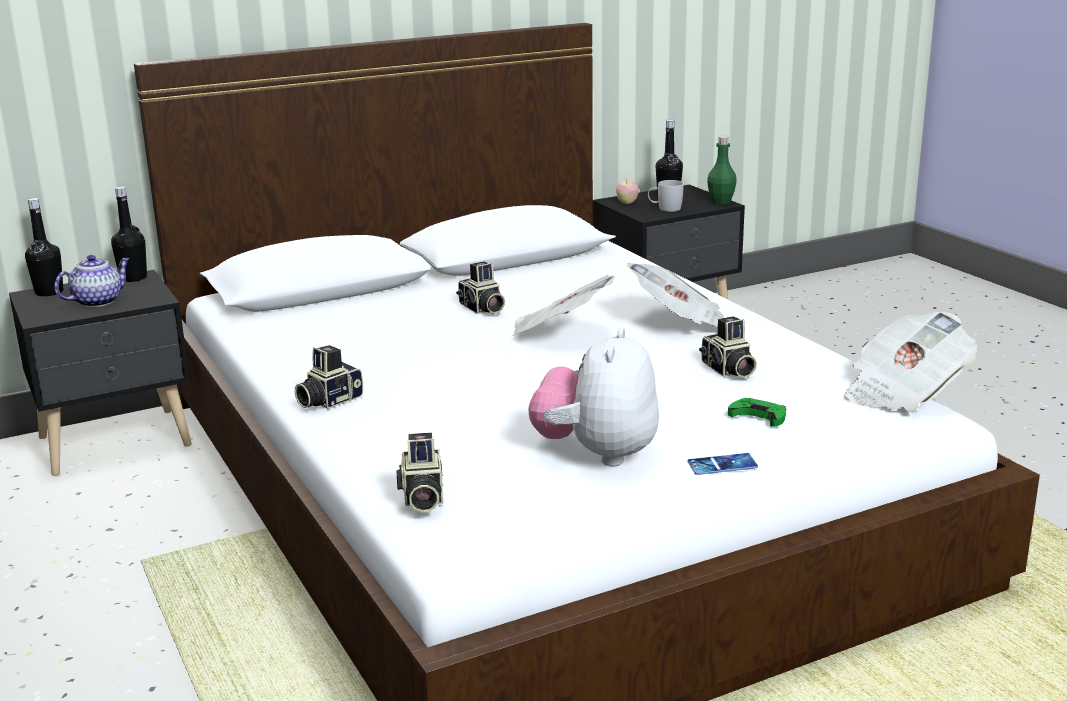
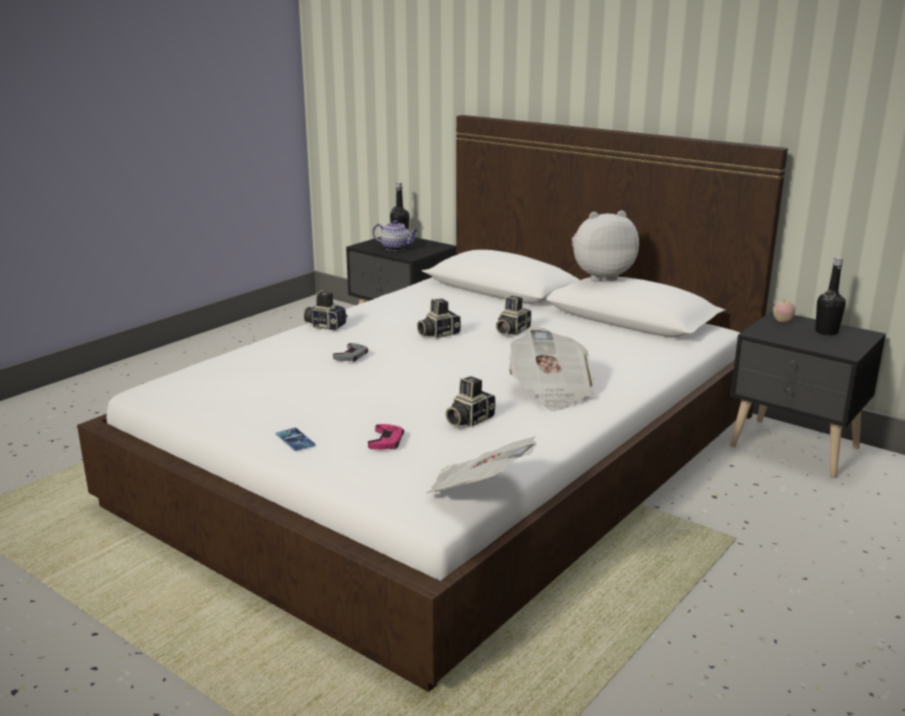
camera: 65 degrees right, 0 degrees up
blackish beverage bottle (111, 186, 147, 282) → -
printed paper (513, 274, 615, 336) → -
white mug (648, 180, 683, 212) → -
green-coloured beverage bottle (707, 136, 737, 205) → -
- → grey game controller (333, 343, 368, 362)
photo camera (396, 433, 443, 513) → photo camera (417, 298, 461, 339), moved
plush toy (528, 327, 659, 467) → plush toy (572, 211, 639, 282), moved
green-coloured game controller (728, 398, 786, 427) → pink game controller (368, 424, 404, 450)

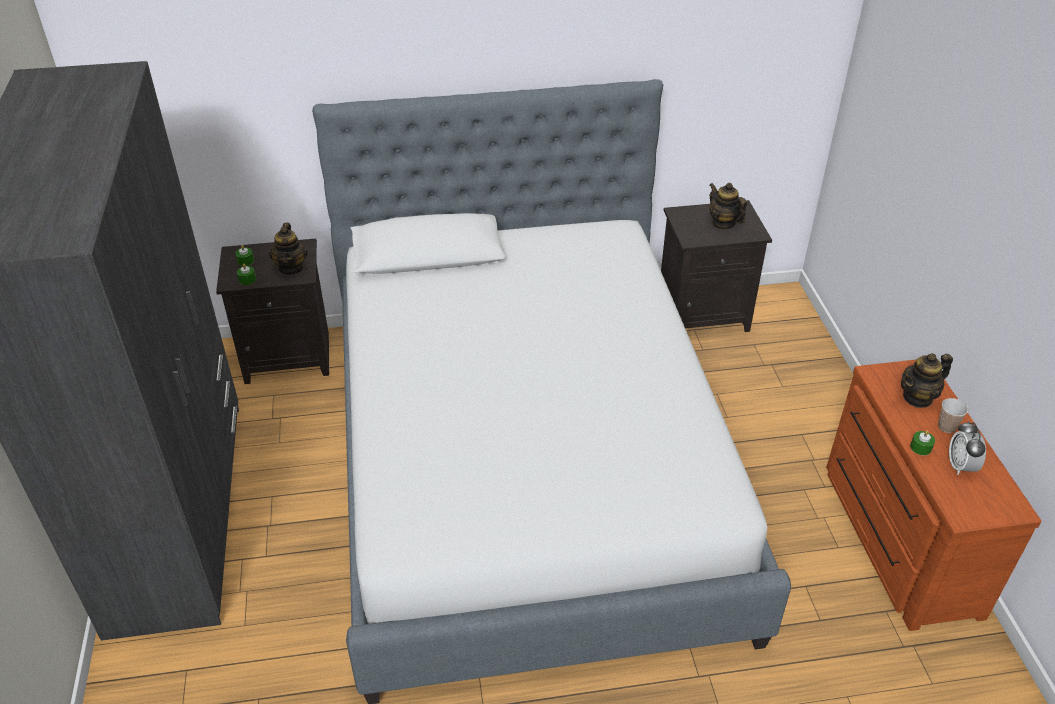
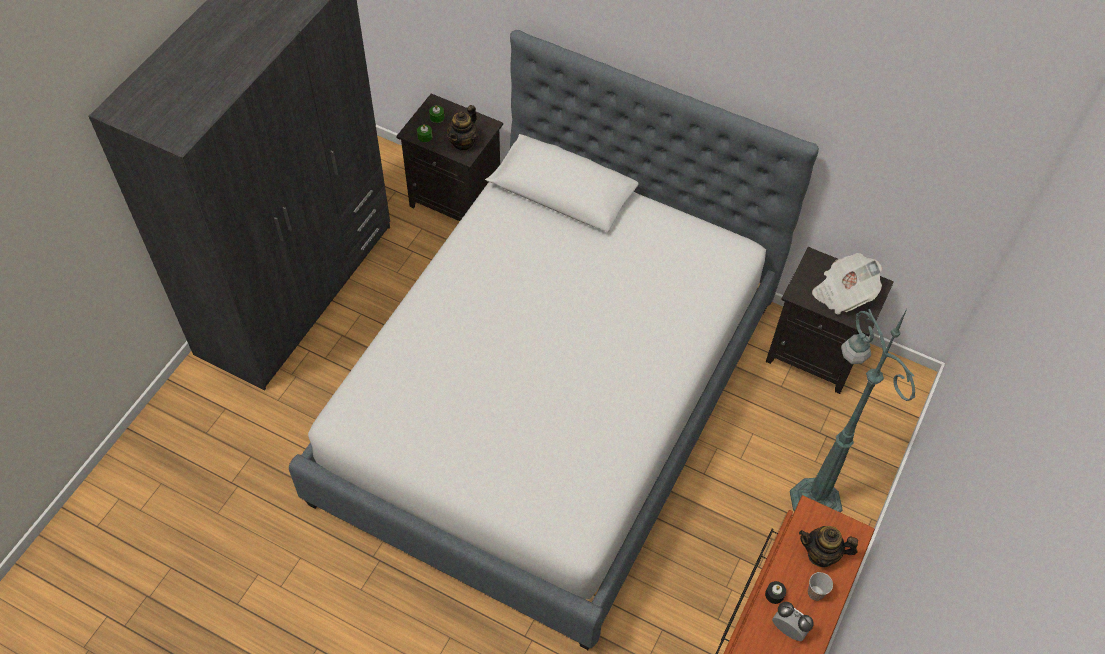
camera: 35 degrees right, 15 degrees up
- → green-coloured floor lamp (790, 307, 915, 512)
teapot (709, 183, 747, 230) → printed paper (812, 253, 882, 315)
green-coloured wax light (910, 430, 935, 455) → blackish wax light (765, 581, 786, 604)
bedside clock (949, 421, 986, 475) → bedside clock (772, 602, 814, 641), 90 degrees clockwise

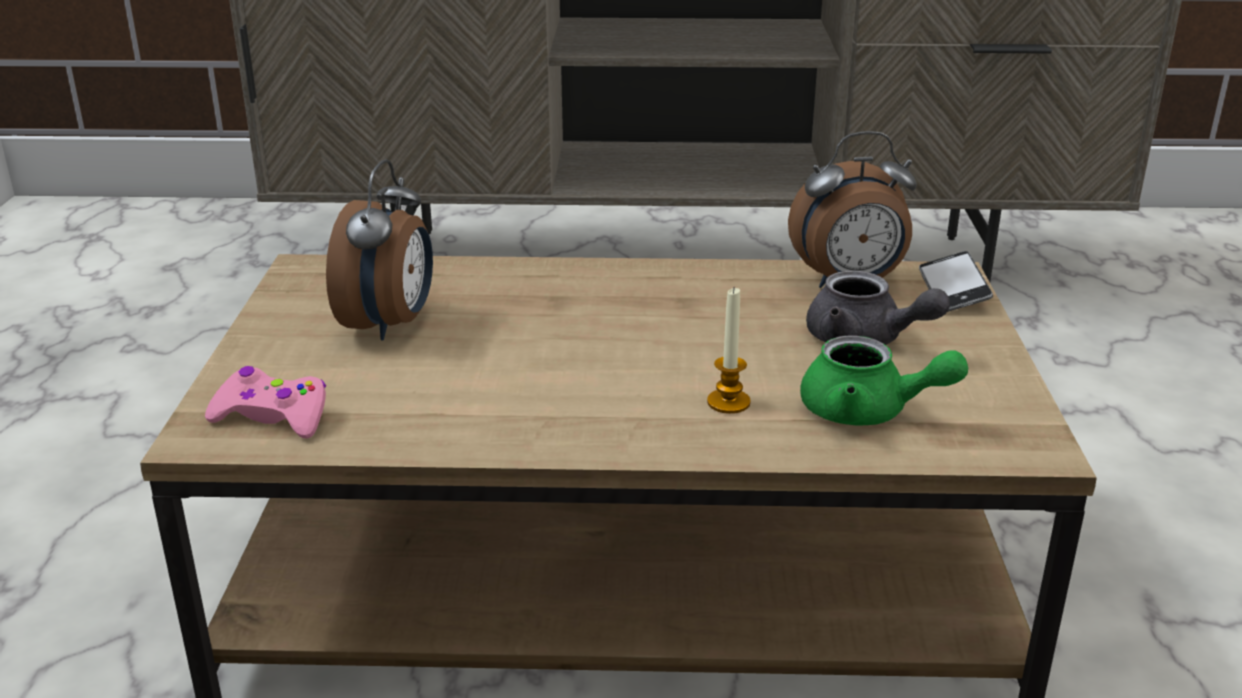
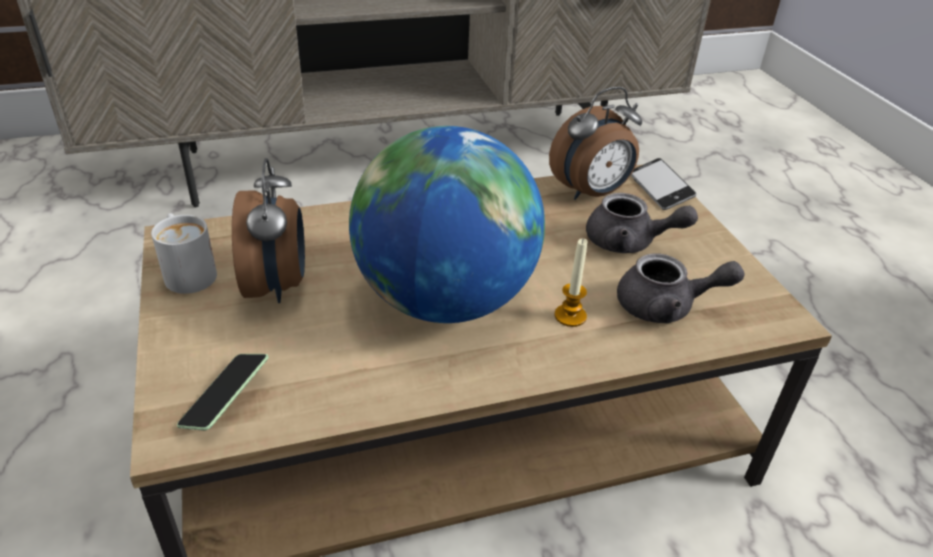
camera: 20 degrees left, 10 degrees up
- → white mug (151, 213, 217, 294)
- → world globe (349, 126, 545, 323)
pink game controller (205, 366, 326, 439) → phone (177, 354, 269, 431)
green-coloured teapot (800, 335, 968, 426) → grey teapot (617, 254, 745, 323)

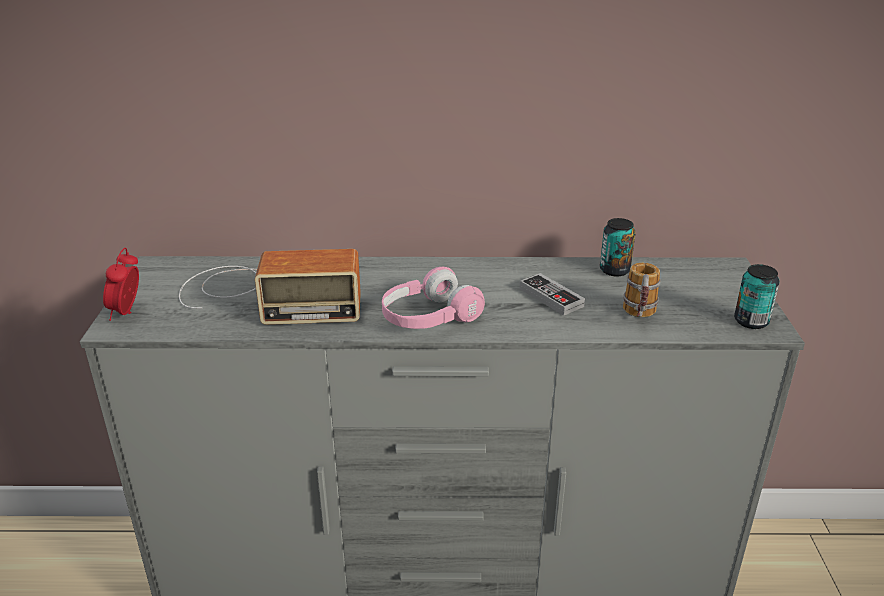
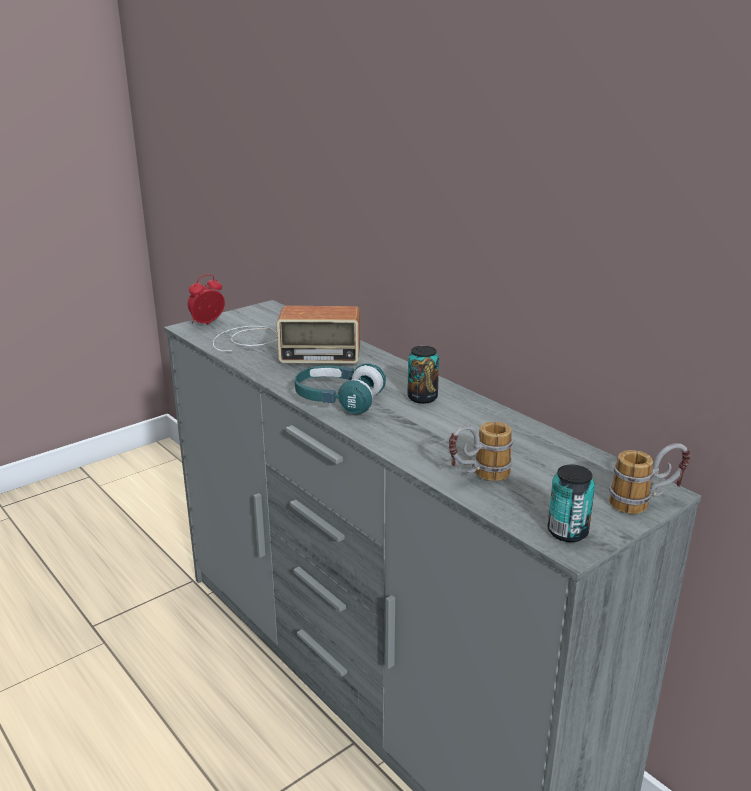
camera: 50 degrees right, 5 degrees down
game controller (519, 273, 585, 316) → -
- → mug (609, 443, 691, 514)
sealed can (600, 218, 636, 276) → sealed can (408, 346, 439, 404), moved
pink headphones (382, 266, 485, 329) → turquoise headphones (295, 363, 386, 414)
radio receiver (179, 249, 361, 325) → radio receiver (213, 306, 360, 364), 45 degrees counterclockwise

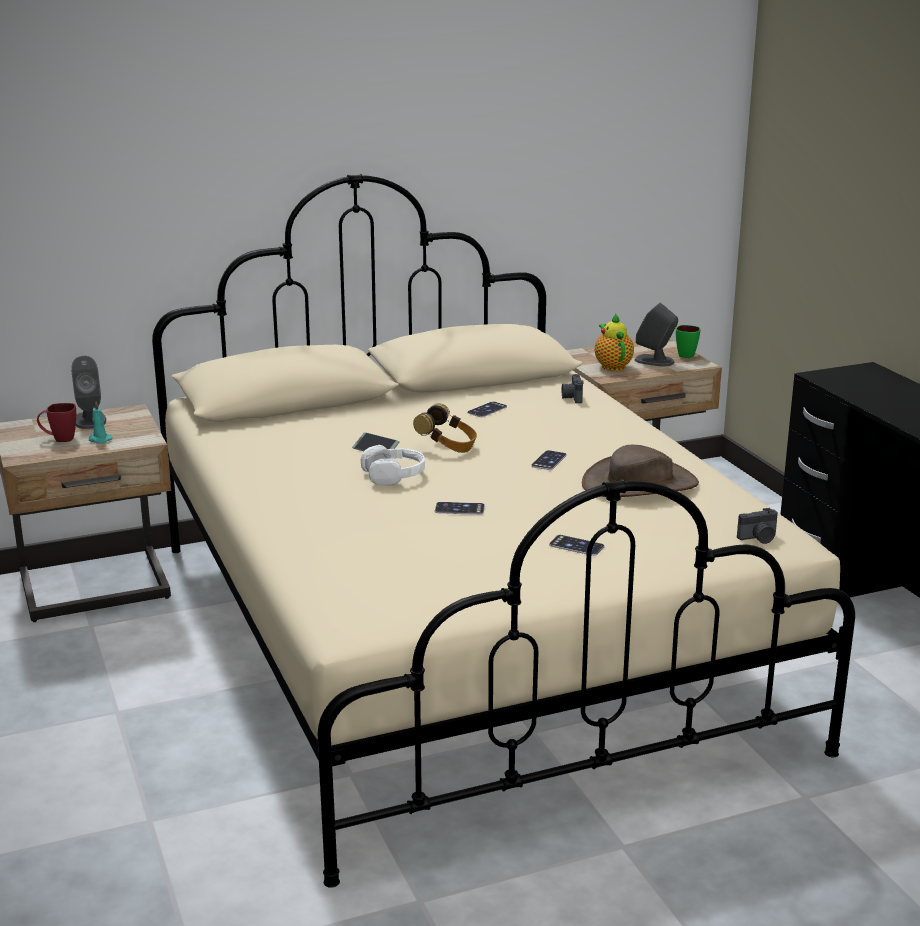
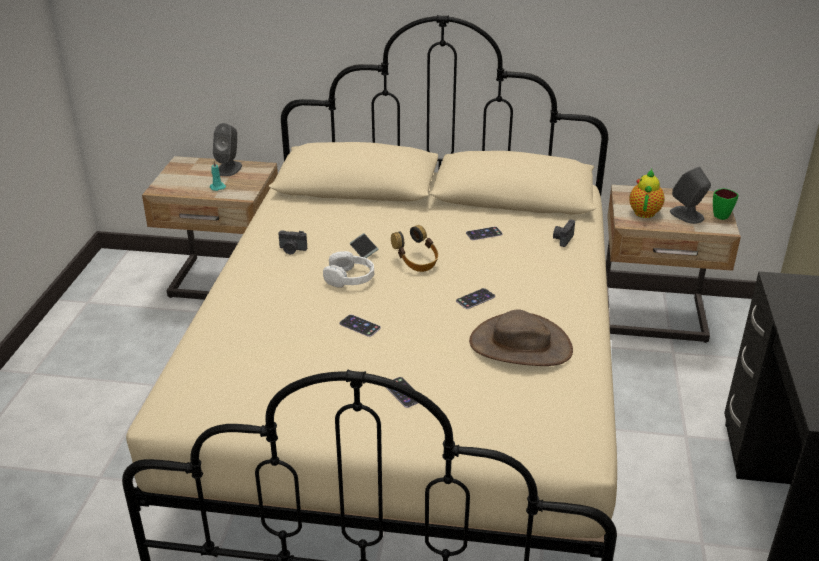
camera: 30 degrees right, 10 degrees up
red-coloured mug (37, 403, 76, 442) → -
photo camera (737, 508, 778, 544) → photo camera (278, 230, 307, 254), moved

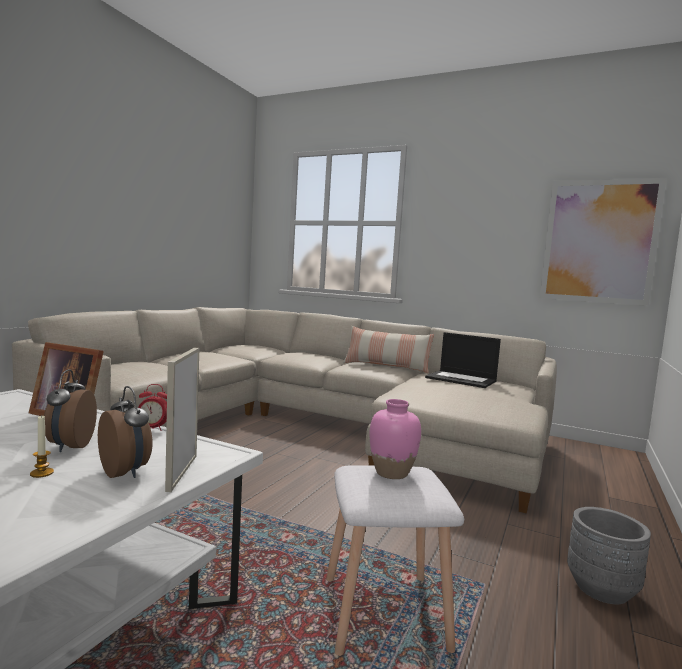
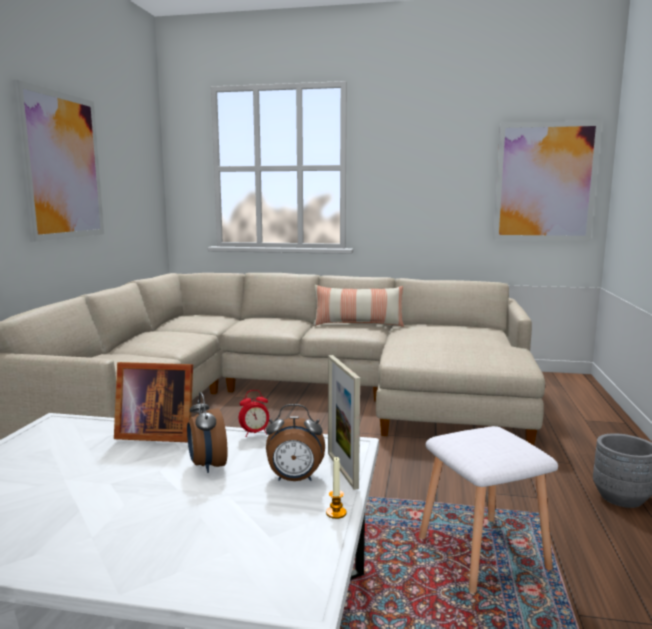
camera: 15 degrees left, 5 degrees up
pink decorative vase (369, 399, 421, 479) → -
portable computer (425, 332, 501, 388) → -
- → wall art (13, 80, 104, 242)
wax light (30, 415, 54, 478) → wax light (326, 456, 347, 519), moved
bedside clock (98, 386, 153, 478) → bedside clock (266, 404, 325, 481), 150 degrees clockwise

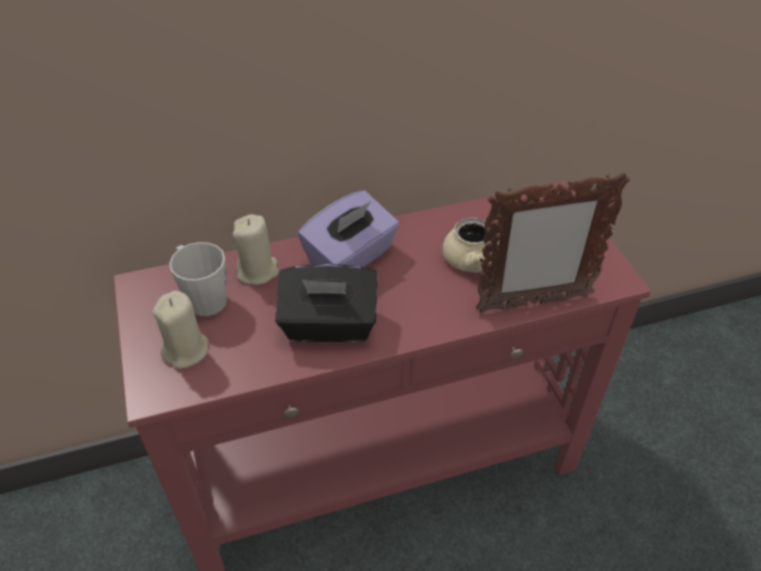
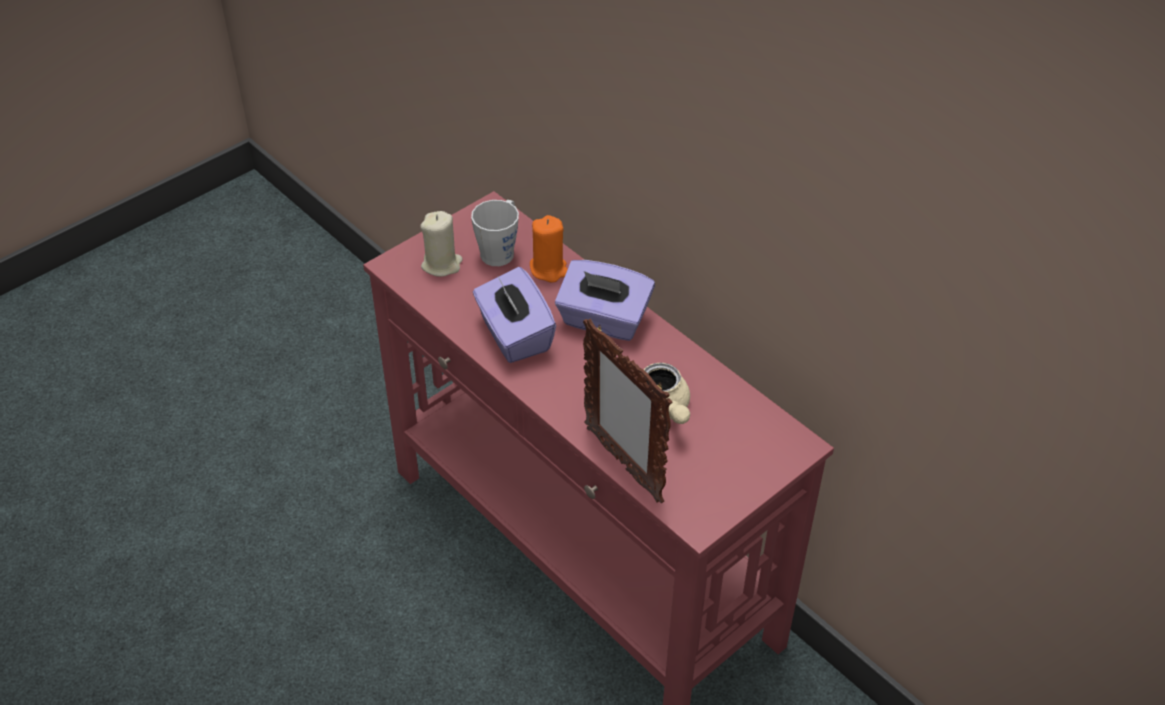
camera: 65 degrees right, 0 degrees up
beige-coloured wax light (233, 214, 279, 285) → orange-coloured wax light (530, 215, 568, 283)
blackish tissue holder (275, 264, 378, 342) → purple tissue holder (473, 267, 556, 363)

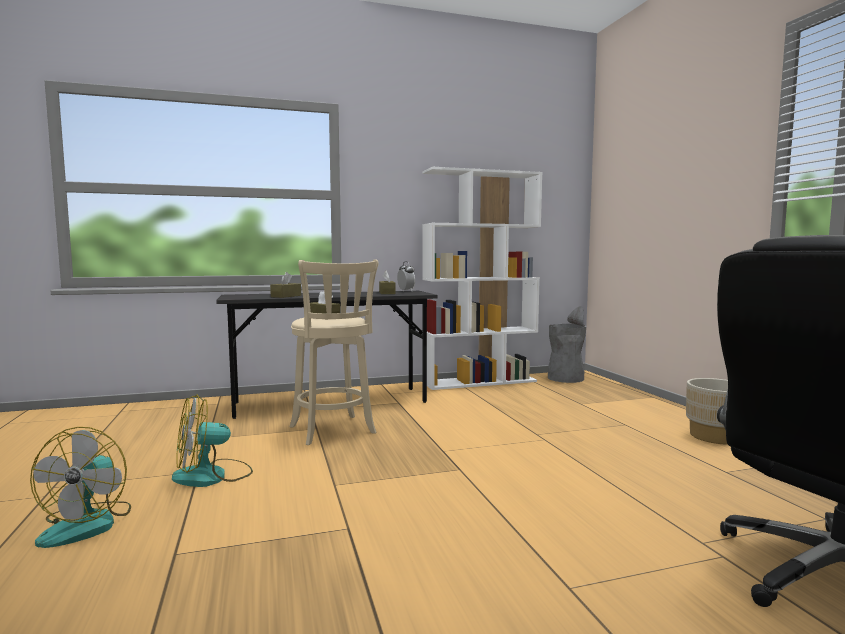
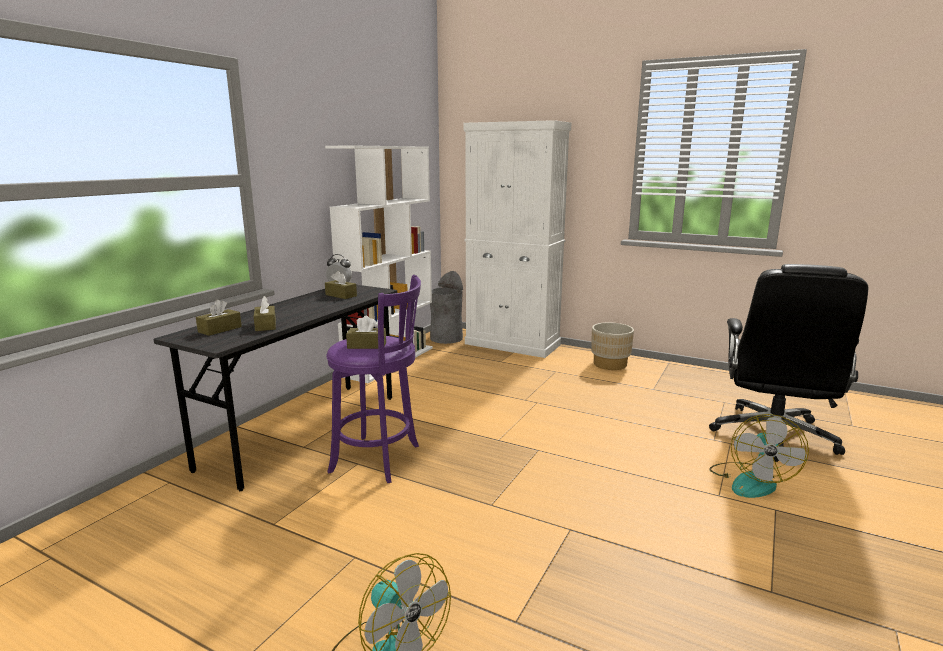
camera: 45 degrees left, 10 degrees up
- → brownish tissue holder (196, 300, 242, 336)
- → white storage cabinet (464, 120, 571, 358)
cooling fan (172, 394, 253, 487) → cooling fan (709, 414, 809, 498), moved
beige-coloured stool seat (289, 259, 379, 445) → purple stool seat (326, 275, 421, 483)

